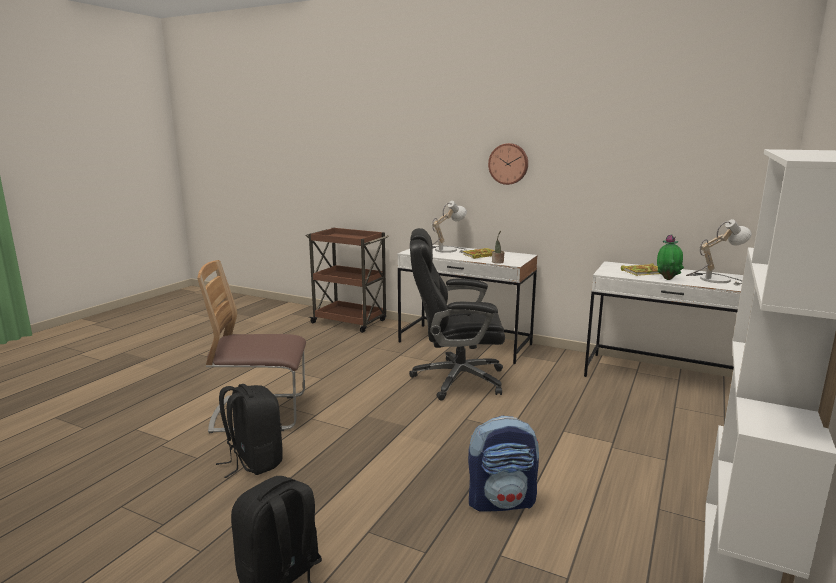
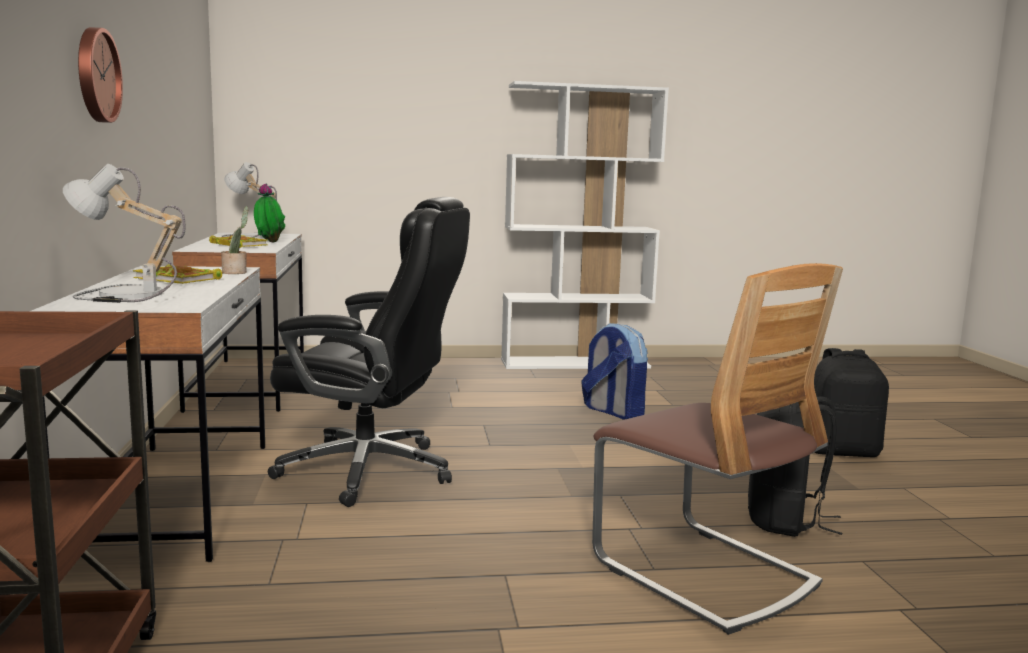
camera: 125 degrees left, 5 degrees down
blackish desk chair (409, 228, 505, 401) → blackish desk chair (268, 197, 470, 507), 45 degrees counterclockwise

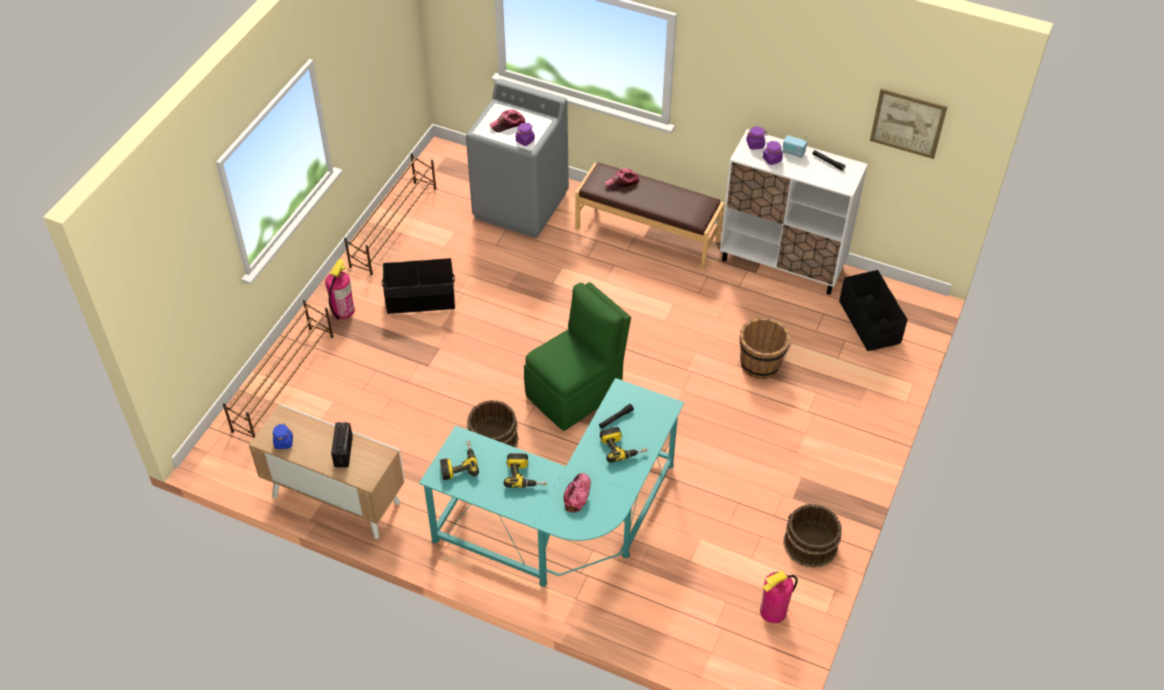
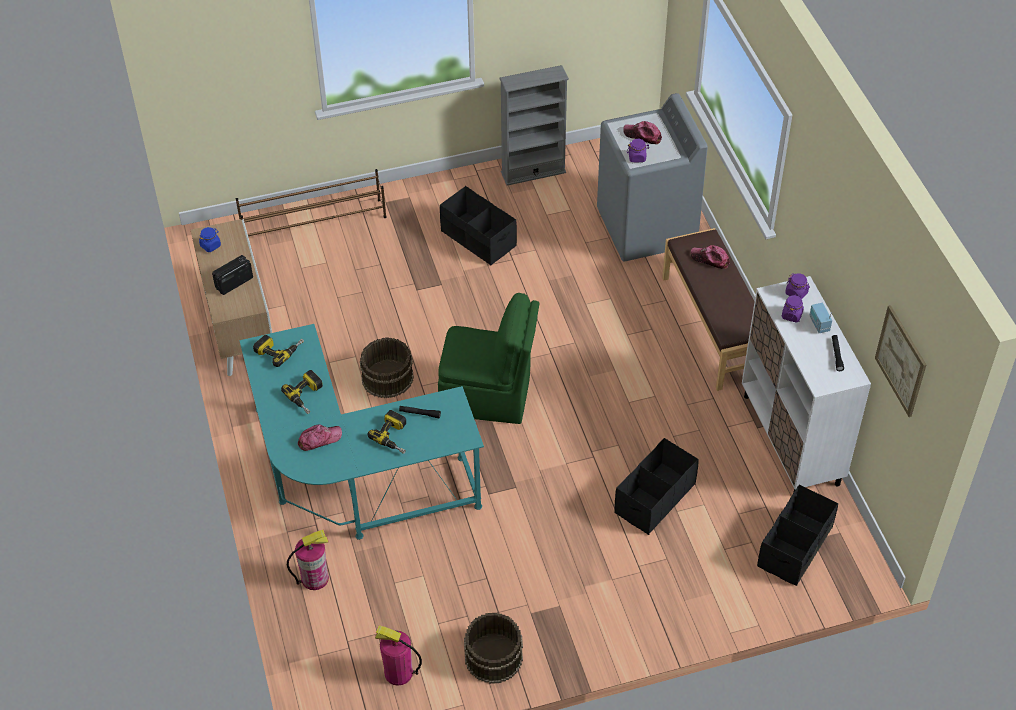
camera: 50 degrees right, 0 degrees up
fire-fighting cylinder (325, 259, 355, 320) → fire-fighting cylinder (287, 529, 329, 590), moved
brownish shoe stand (344, 153, 436, 275) → grey bookcase (499, 65, 569, 186)
brownish pail (740, 317, 791, 379) → blackish storage box (614, 438, 699, 535)

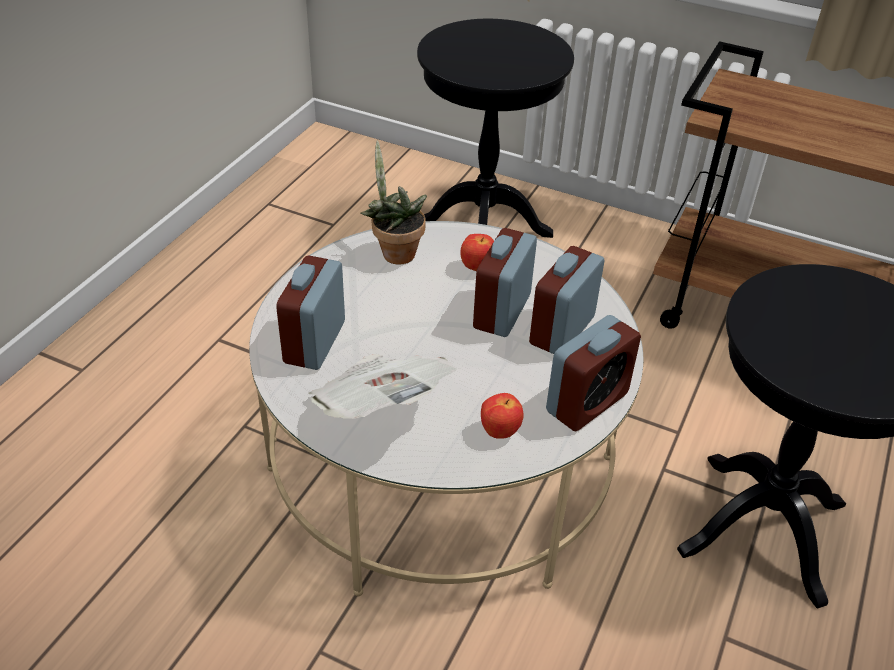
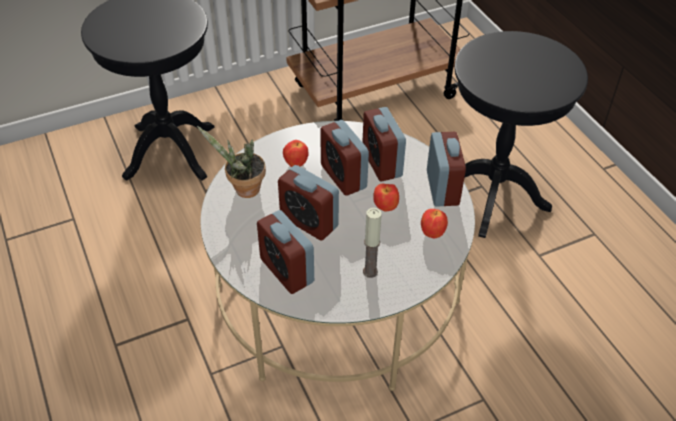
camera: 50 degrees left, 5 degrees up
- → bedside clock (278, 165, 339, 241)
- → apple (373, 183, 399, 211)
printed paper (308, 354, 457, 419) → wax light (363, 208, 382, 278)

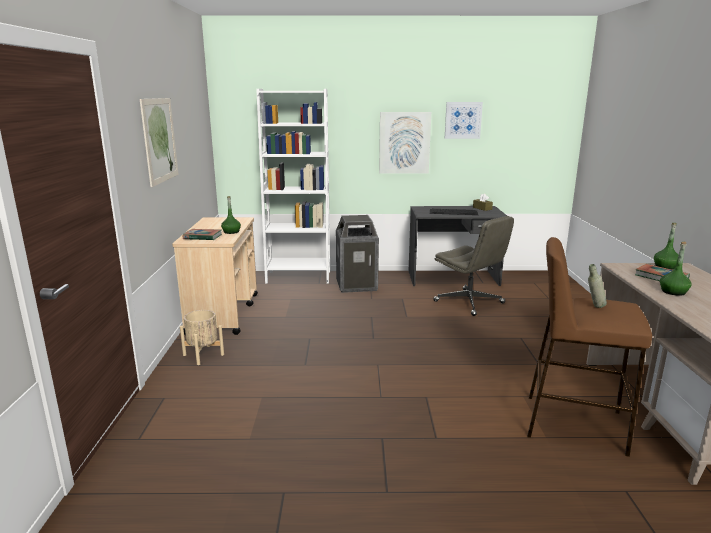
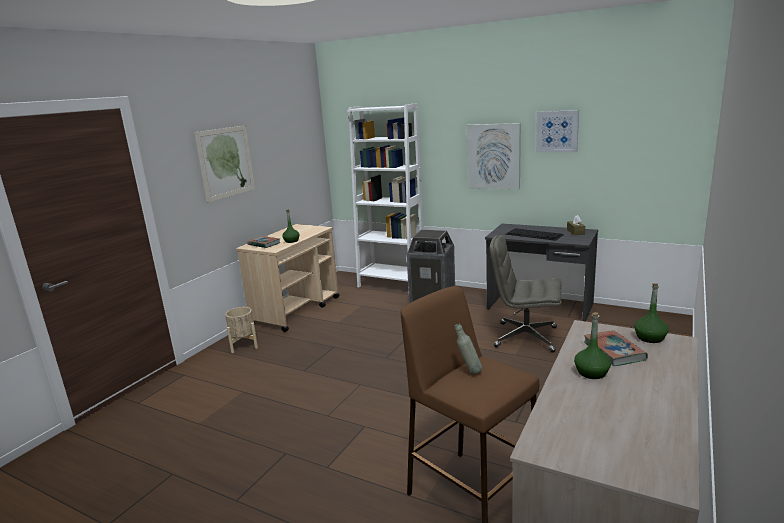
camera: 30 degrees right, 0 degrees up
grey desk chair (433, 216, 514, 316) → grey desk chair (490, 235, 562, 353), 120 degrees clockwise

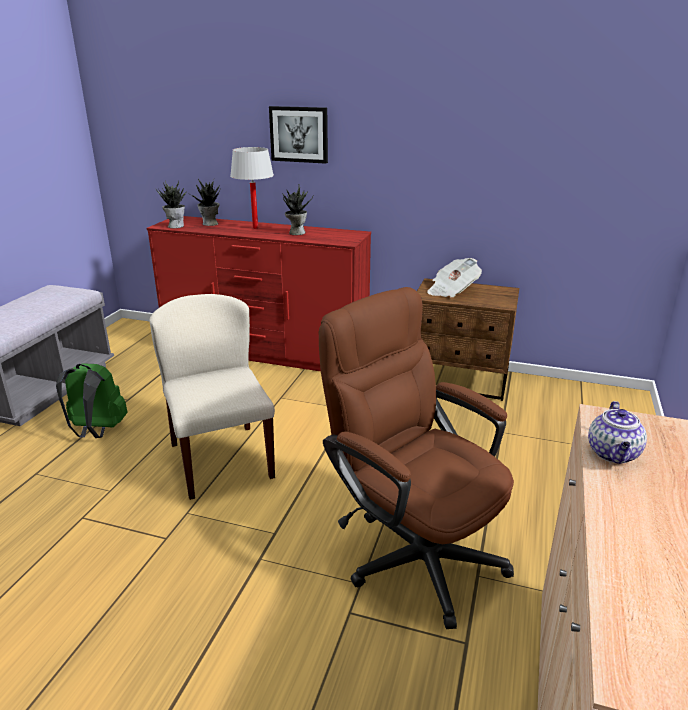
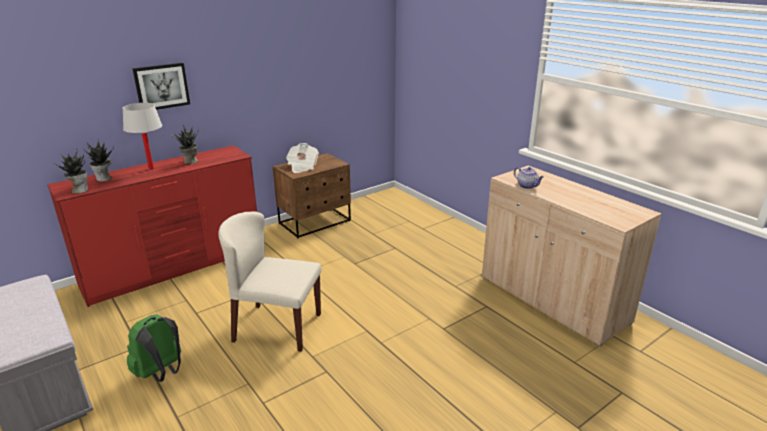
camera: 55 degrees left, 0 degrees up
brownish desk chair (319, 287, 514, 629) → -

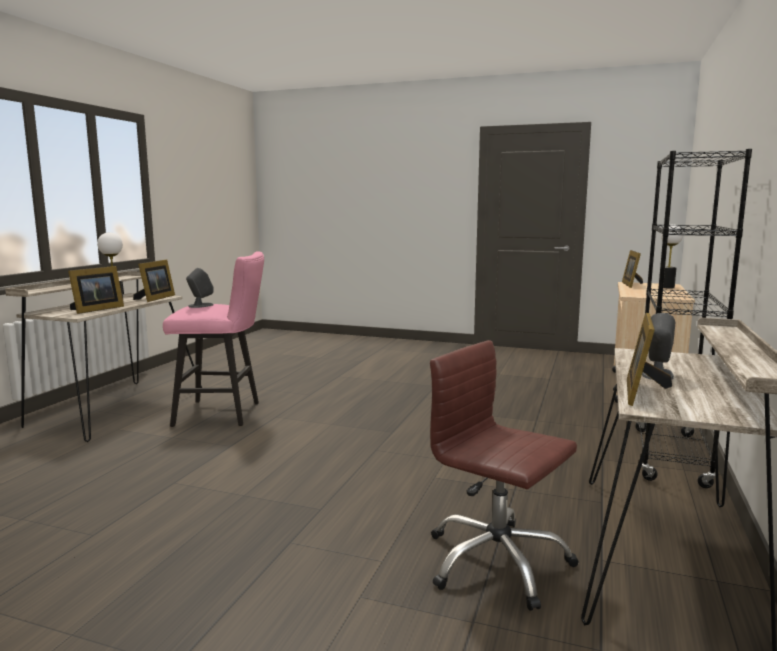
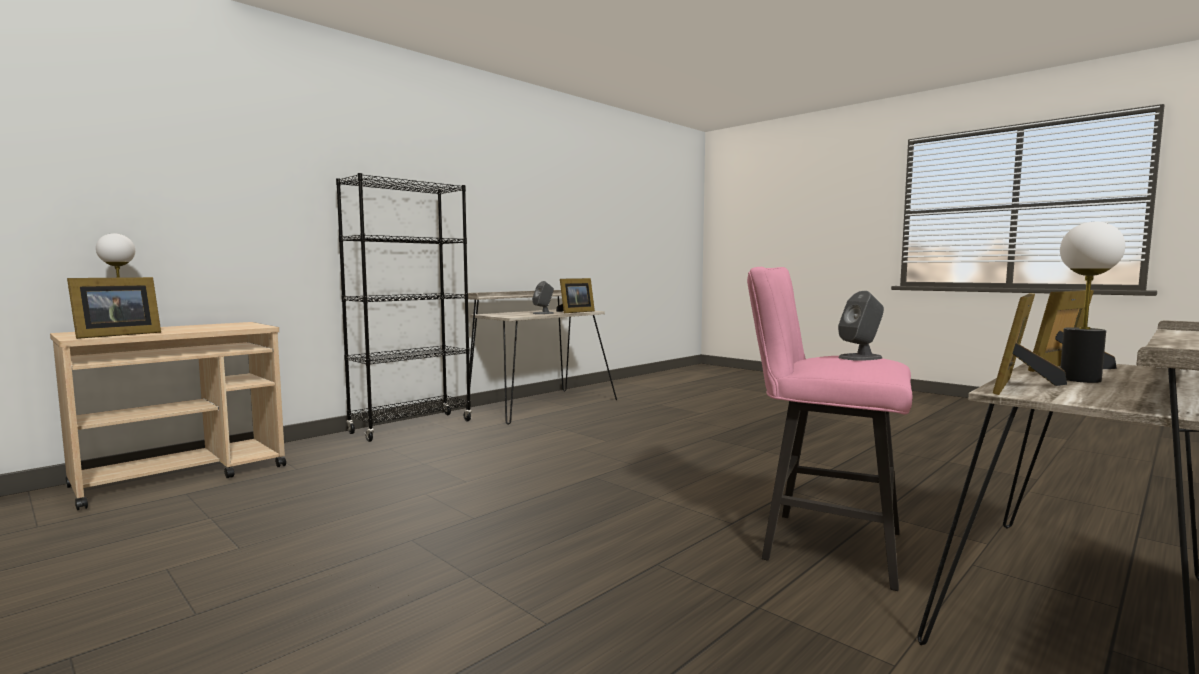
camera: 155 degrees left, 5 degrees down
brownish desk chair (430, 340, 579, 611) → -

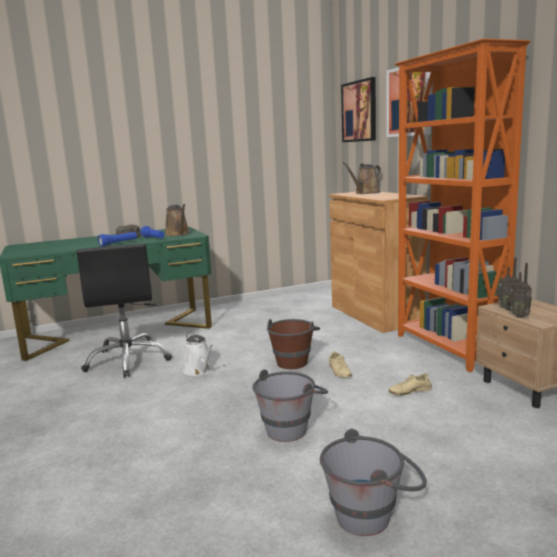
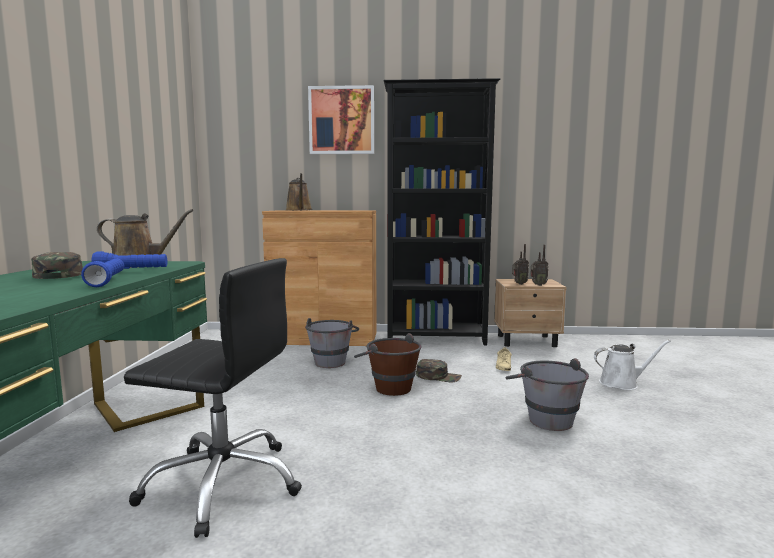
camera: 65 degrees left, 5 degrees down
wall art (341, 77, 376, 142) → -
white watering pot (183, 333, 214, 376) → white watering pot (594, 340, 671, 390), moved
grey pail (320, 429, 427, 536) → grey pail (305, 318, 359, 368), moved
beige-coloured shoe (329, 351, 352, 377) → green-coloured baseball cap (416, 359, 462, 382)
orange-coloured bookcase (394, 39, 531, 372) → blackish bookcase (384, 78, 500, 345)

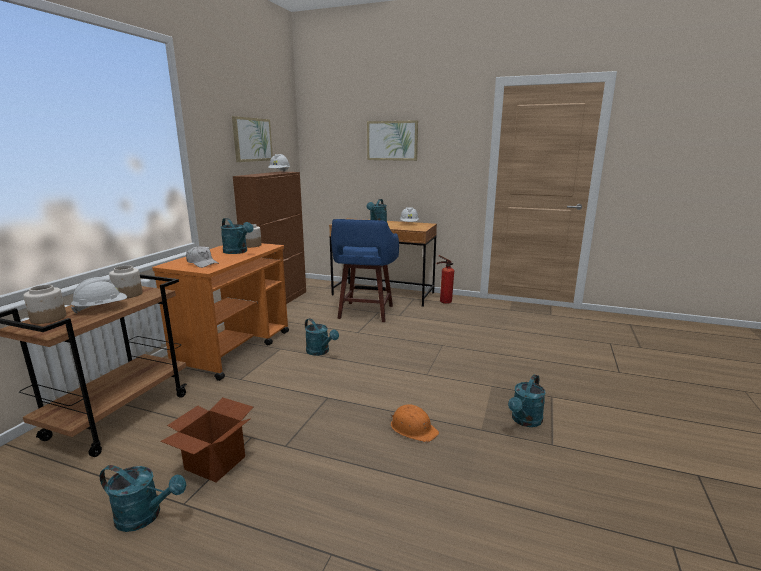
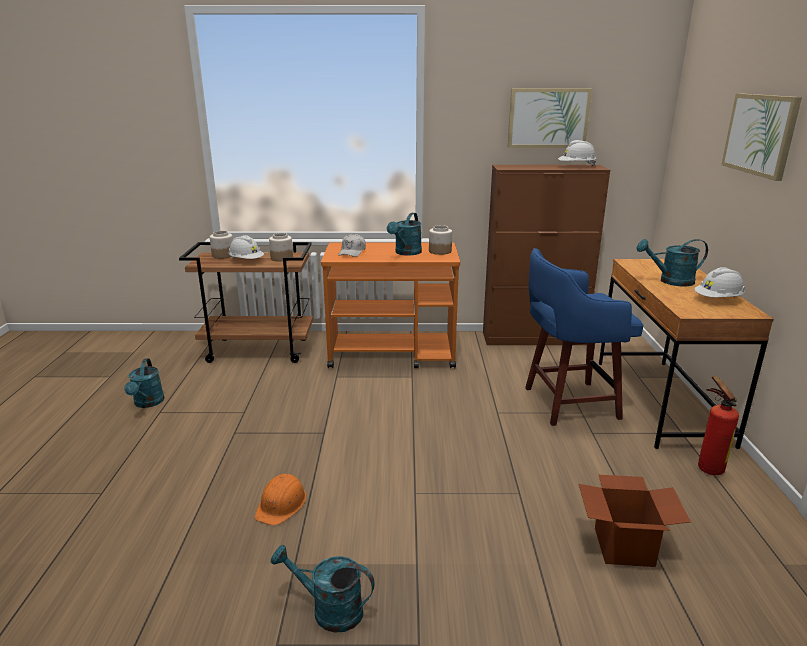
camera: 70 degrees right, 5 degrees up
turquoise watering pot (305, 318, 339, 356) → -
cardboard box (160, 397, 253, 482) → cardboard box (579, 475, 691, 567), moved

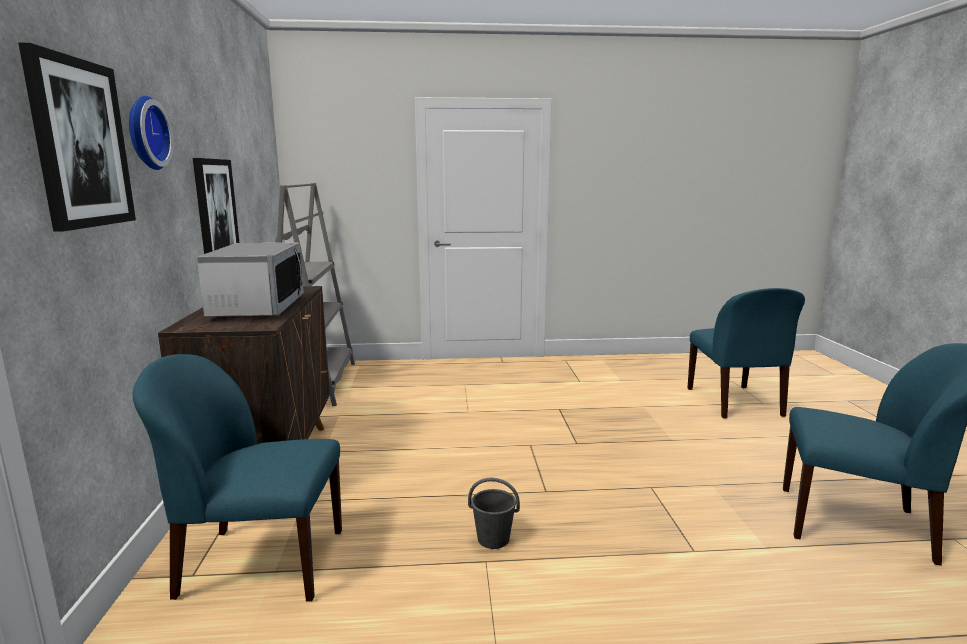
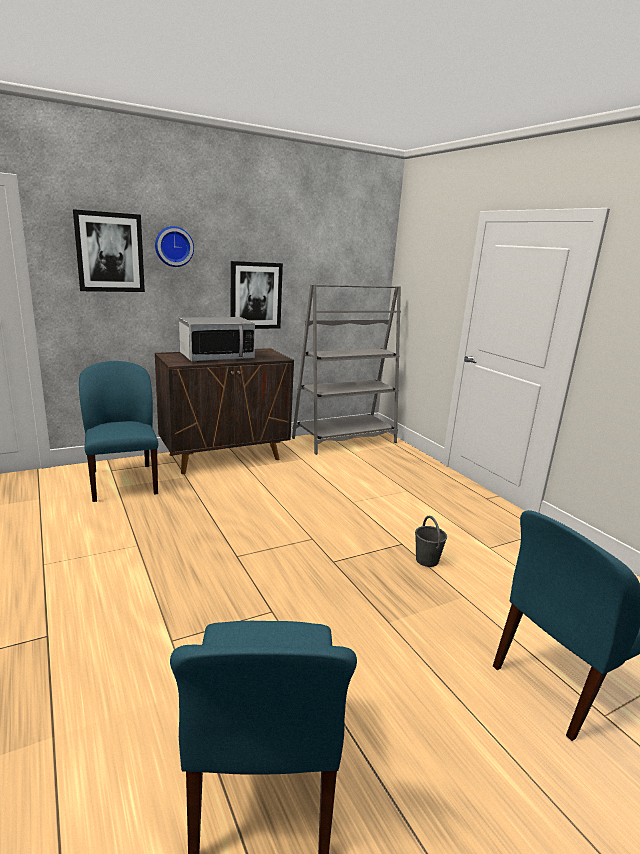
camera: 65 degrees right, 5 degrees up
grey pail (468, 478, 520, 549) → grey pail (415, 515, 447, 567), moved

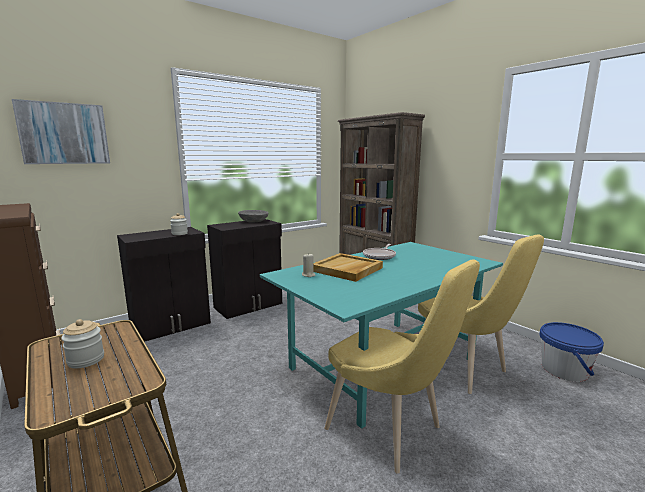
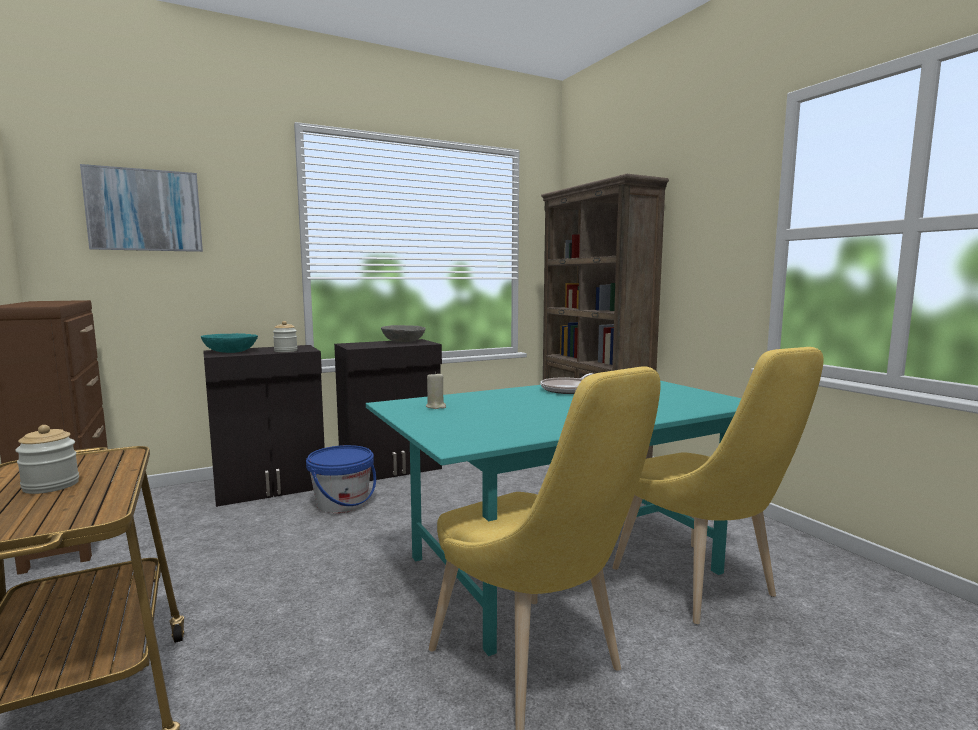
camera: 10 degrees right, 5 degrees down
beige-coloured tray (313, 253, 383, 282) → -
- → turquoise bowl (201, 333, 258, 353)
bluish pail (539, 322, 604, 382) → bluish pail (306, 445, 376, 513), moved

